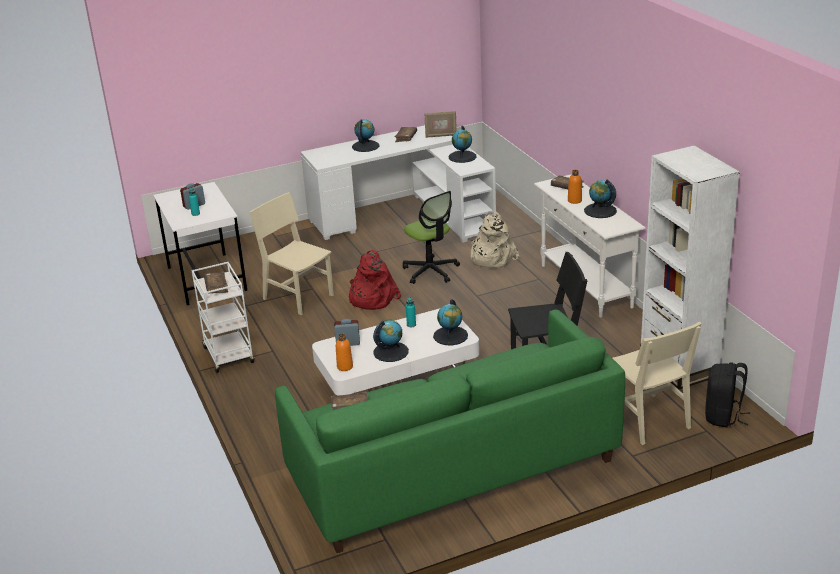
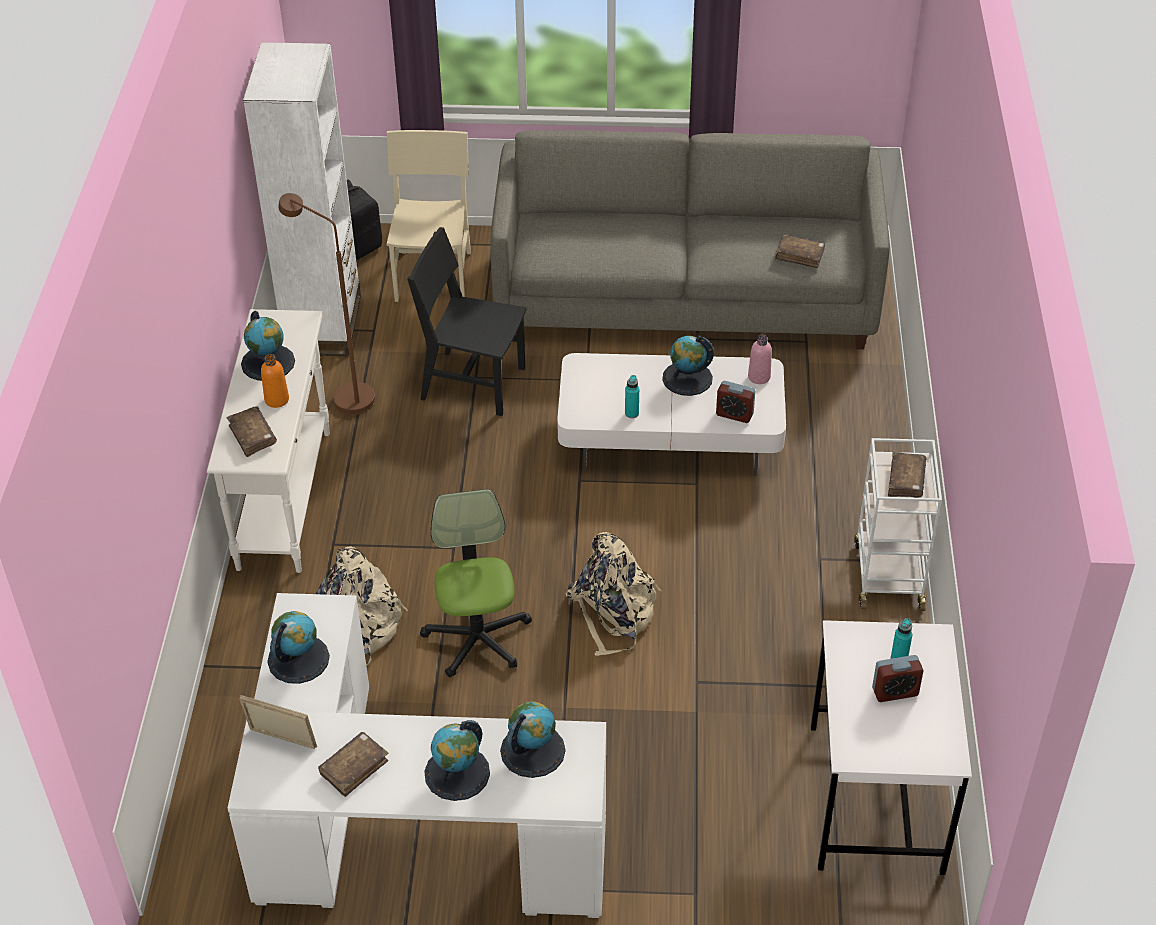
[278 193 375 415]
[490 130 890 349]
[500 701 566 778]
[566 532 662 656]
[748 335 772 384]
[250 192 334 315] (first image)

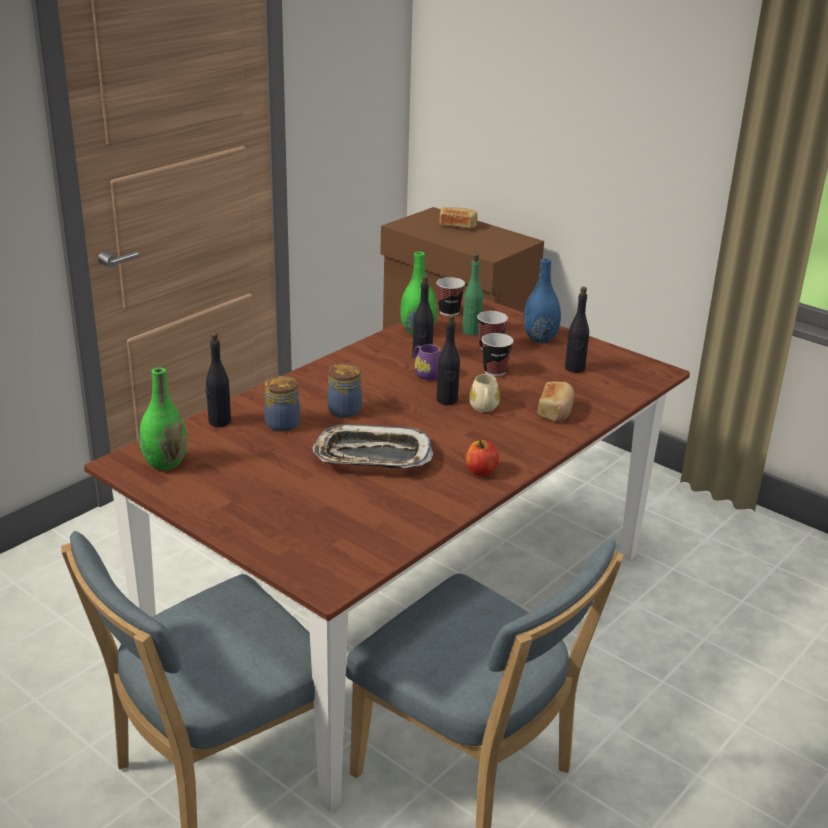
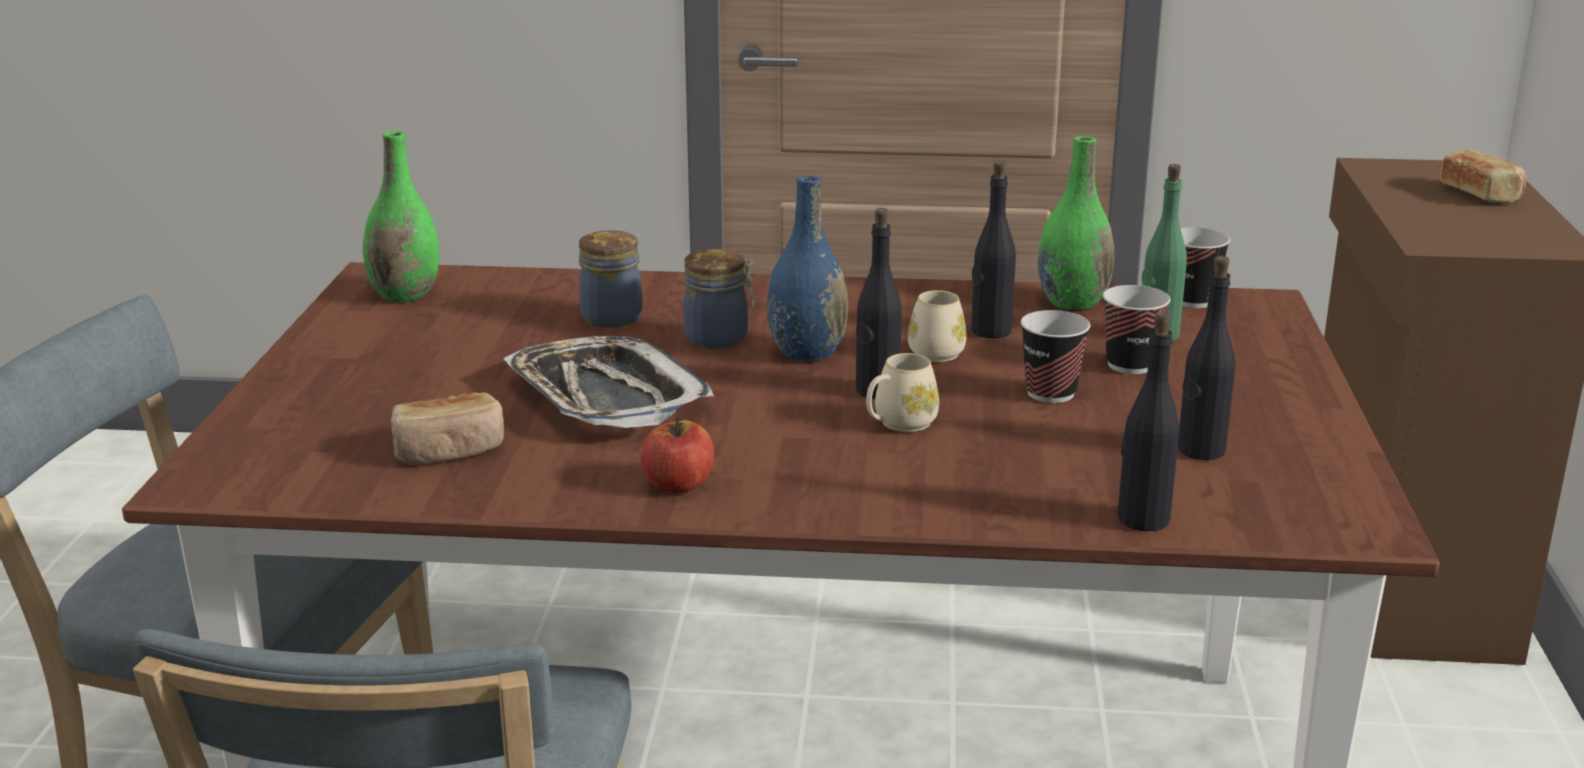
[391 392 504 464]
[767 176 848 361]
[908 290 966 362]
[1117 312 1179 531]

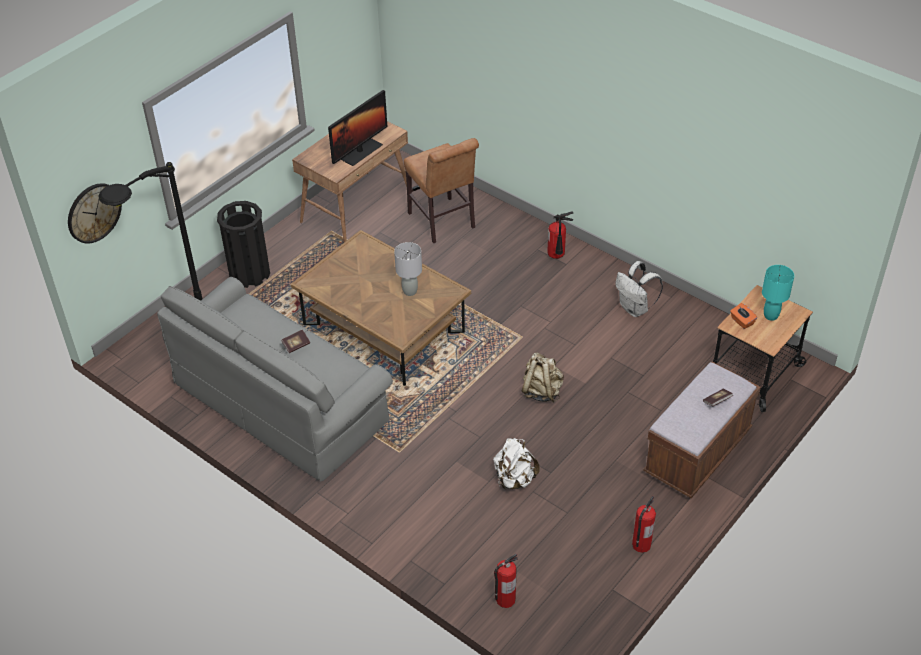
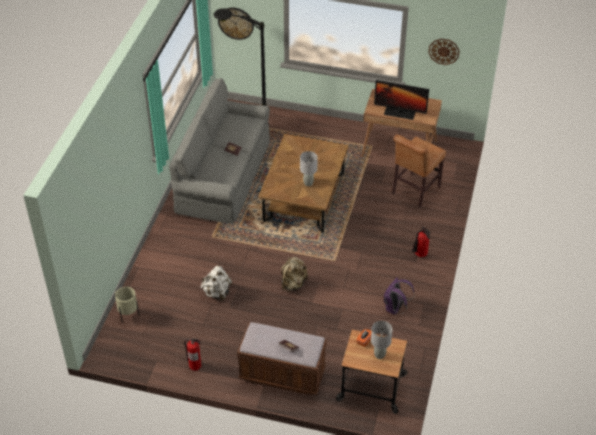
[115 287 140 322]
[371 321 393 359]
[384 277 415 314]
[428 39 460 65]
[217 201 270 288] (first image)

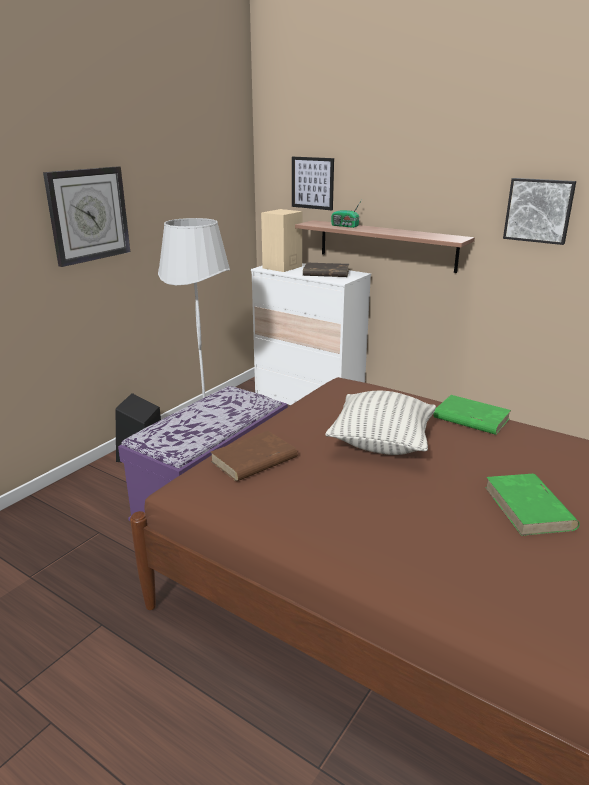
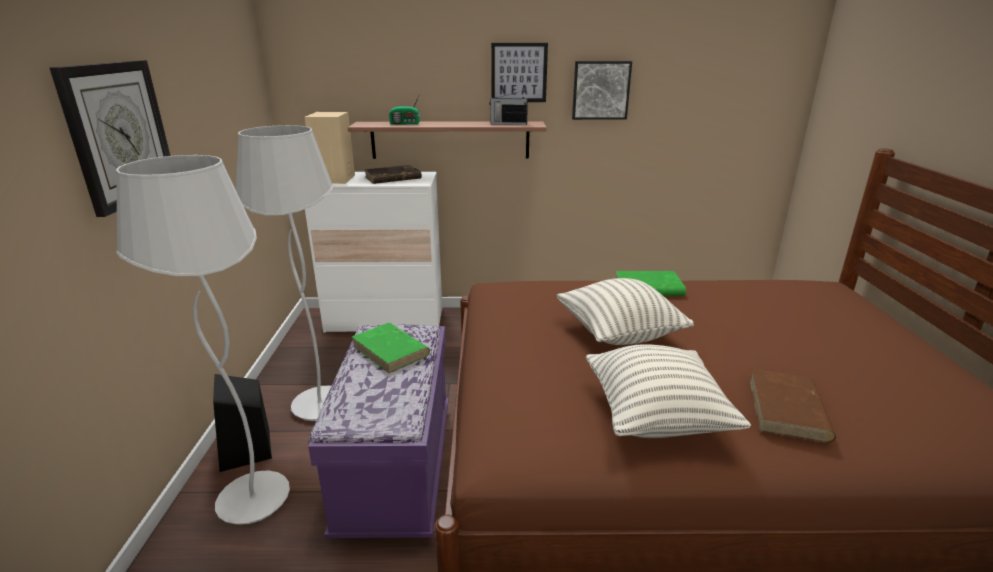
[116 155 290 525]
[352 323 430 373]
[489 91 528 125]
[491 43 548 102]
[586 344 751 438]
[749 369 836 443]

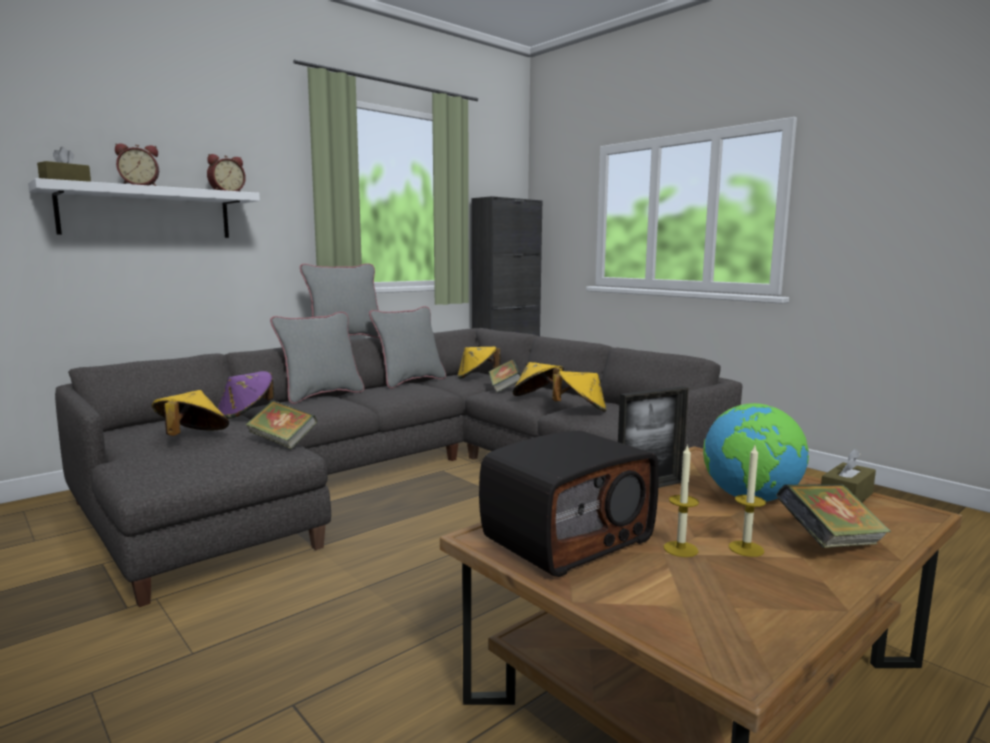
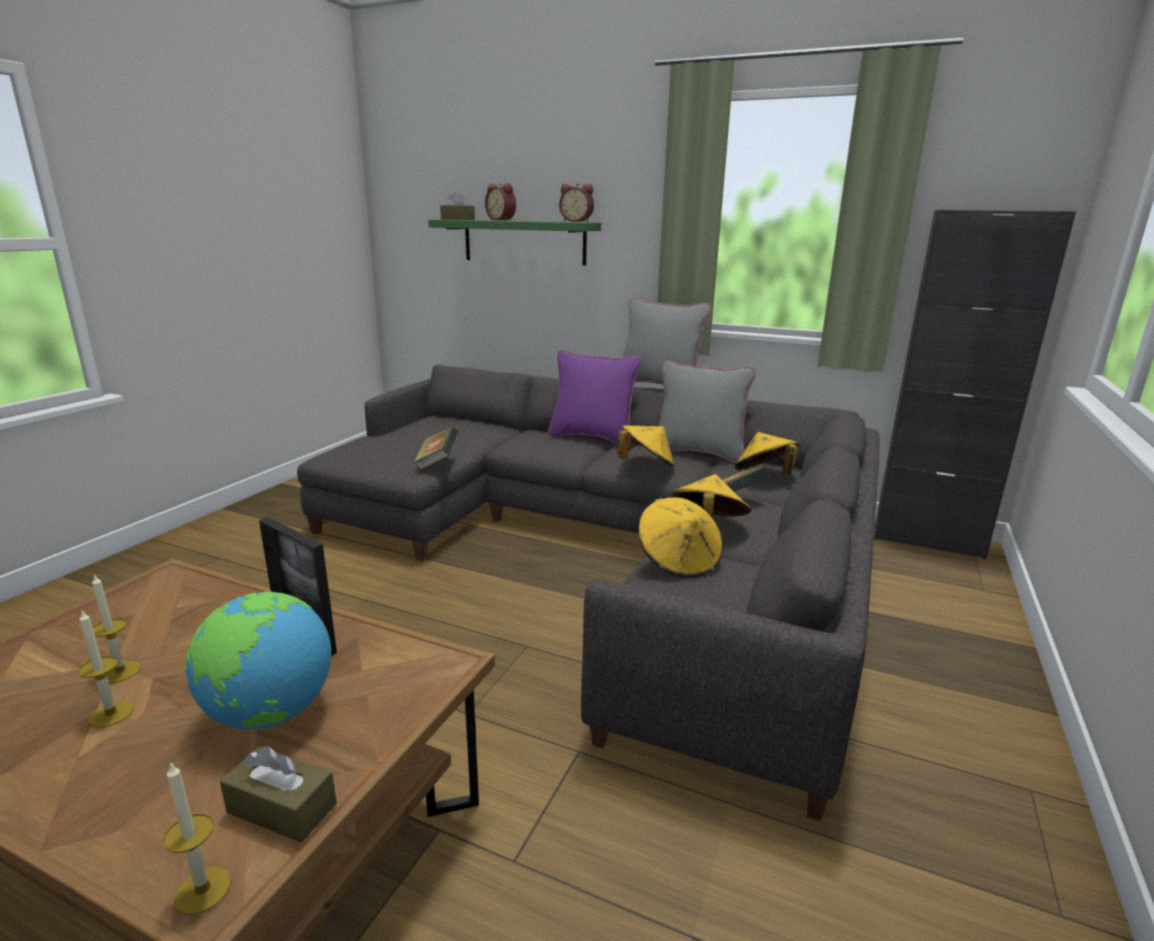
[163 761 231 915]
[428 220 601 266]
[548 350 641 445]
[618 425 674 467]
[218 371 274 419] (first image)
[479 431 659 577] (first image)
[776 484 891 548] (first image)

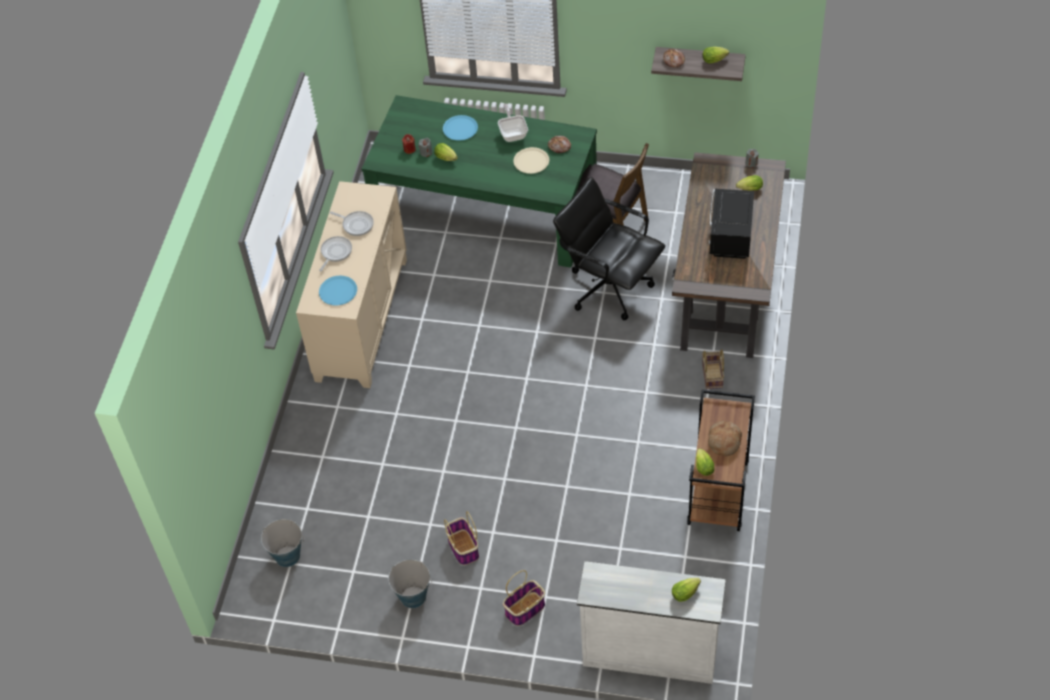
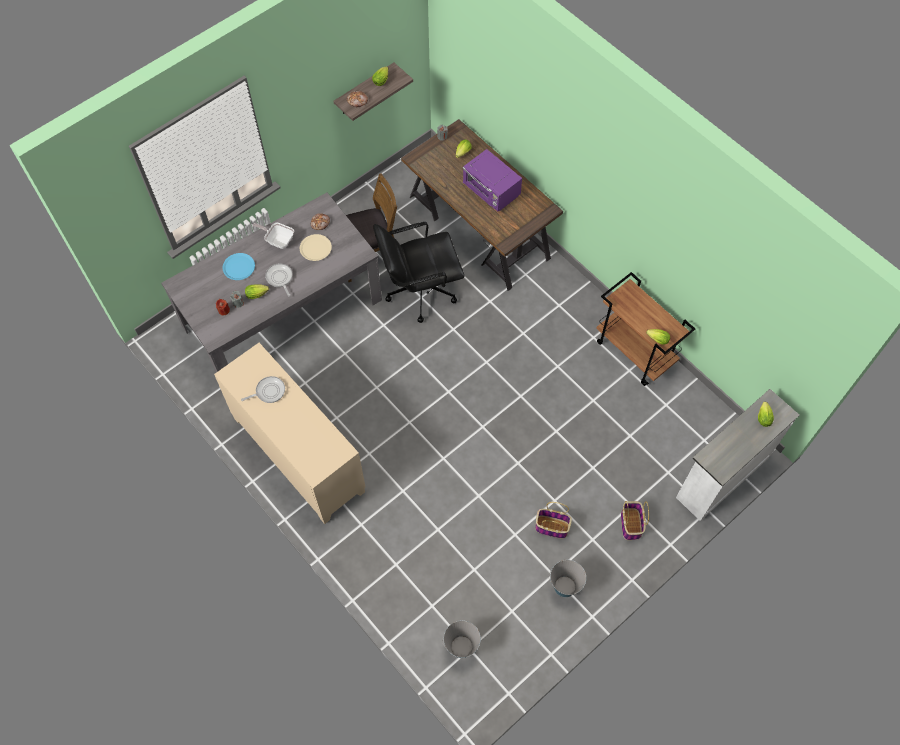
[161 192 382 372]
[265 264 293 297]
[463 149 522 212]
[319 276 357 305] (first image)
[702 349 724 389] (first image)
[708 421 742 456] (first image)

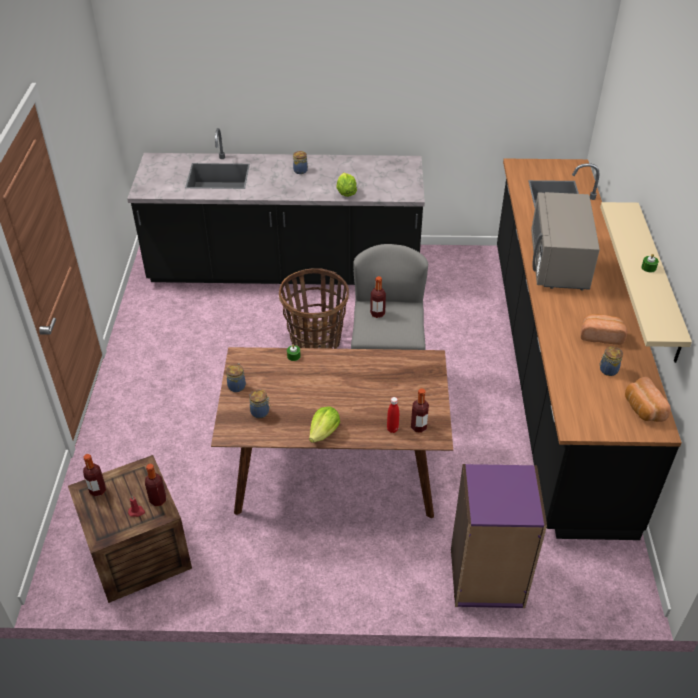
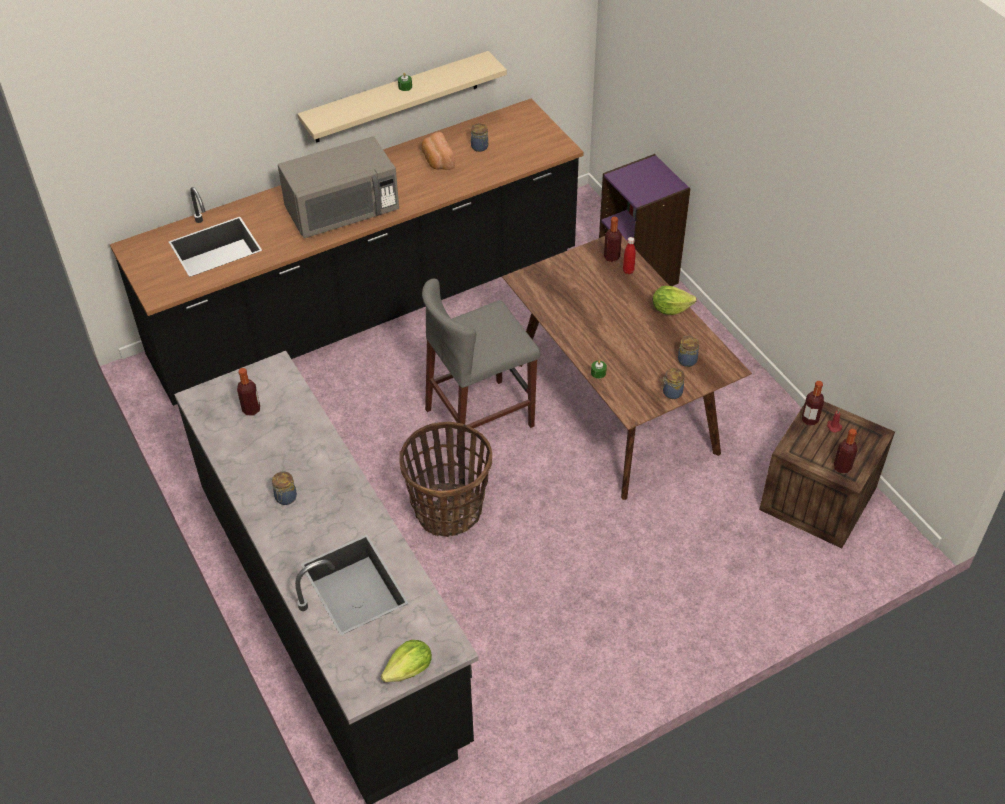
[237 368 260 416]
[381 640 432 682]
[625 377 671 422] (first image)

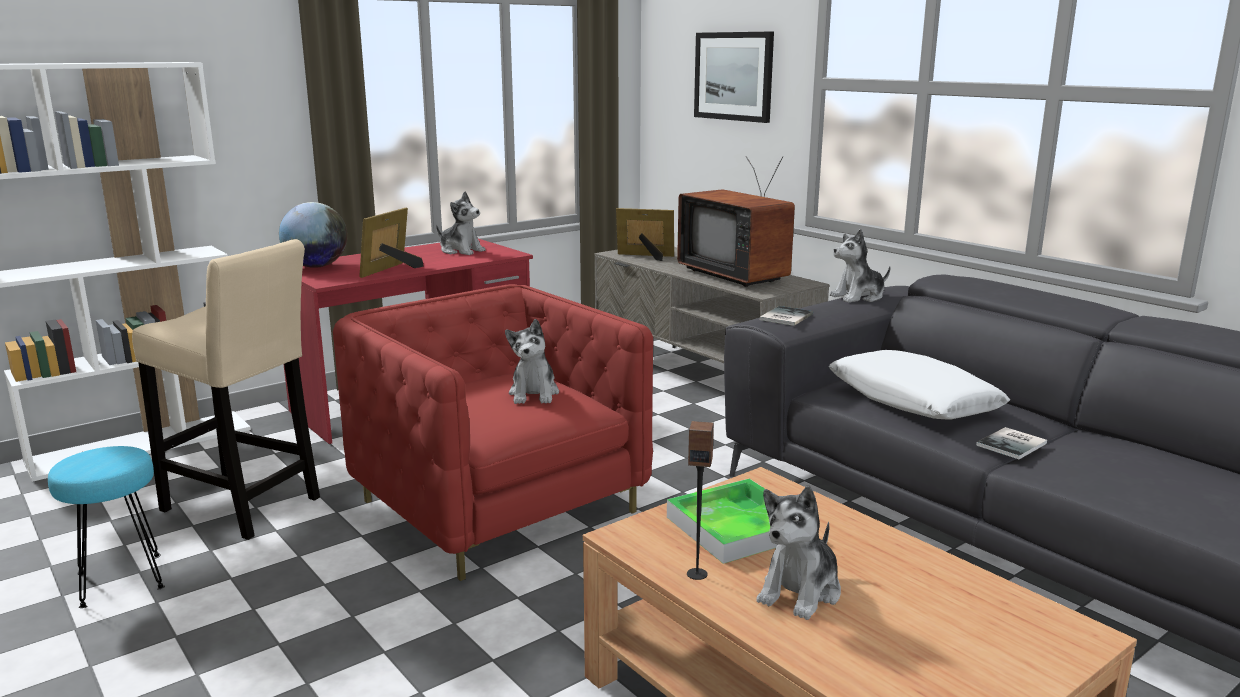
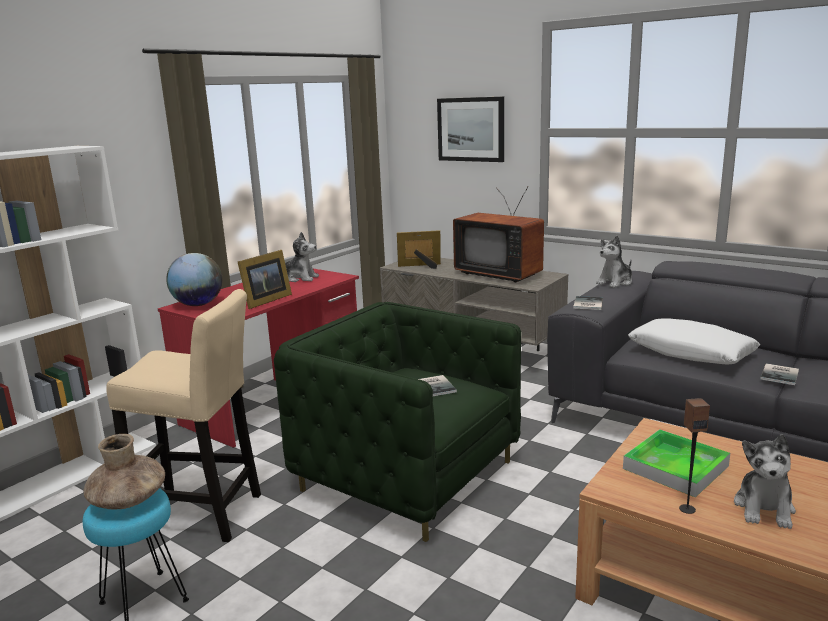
[83 434 165 510]
[238 250 292 309]
[274 302 521 542]
[419 375 457 396]

